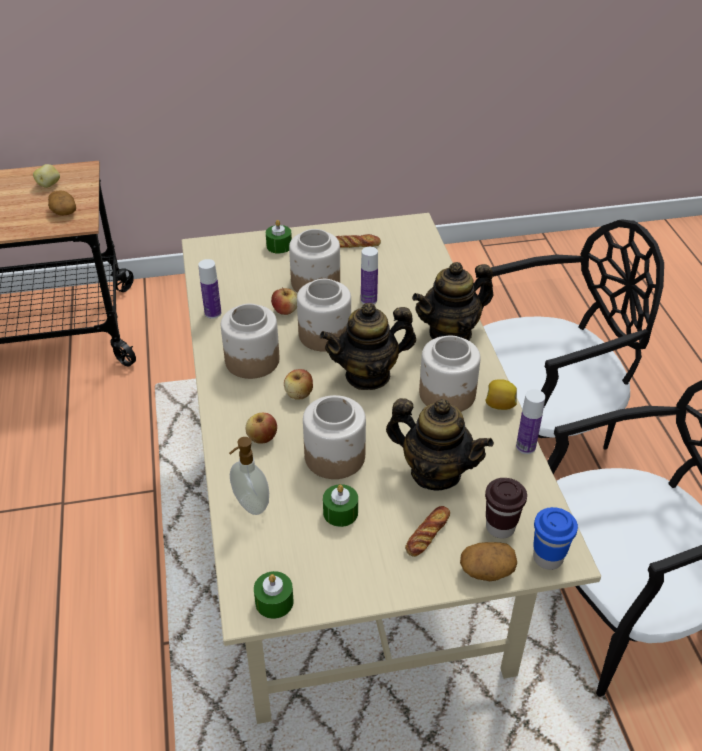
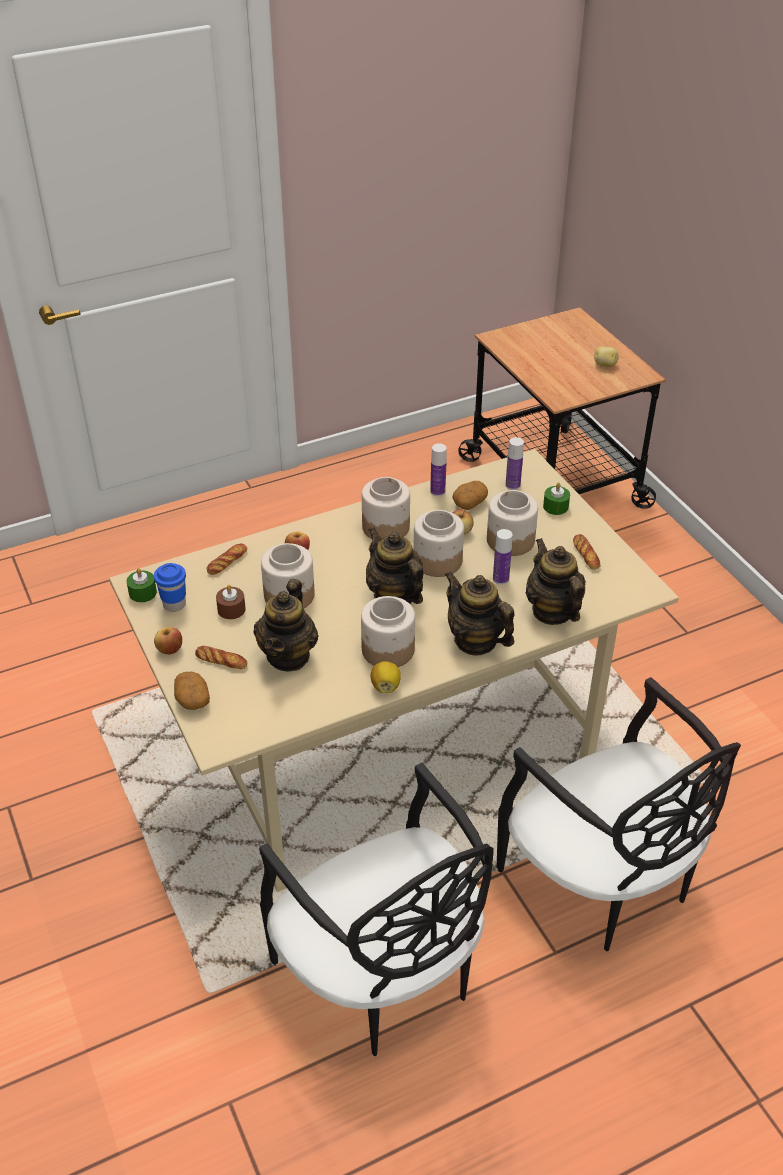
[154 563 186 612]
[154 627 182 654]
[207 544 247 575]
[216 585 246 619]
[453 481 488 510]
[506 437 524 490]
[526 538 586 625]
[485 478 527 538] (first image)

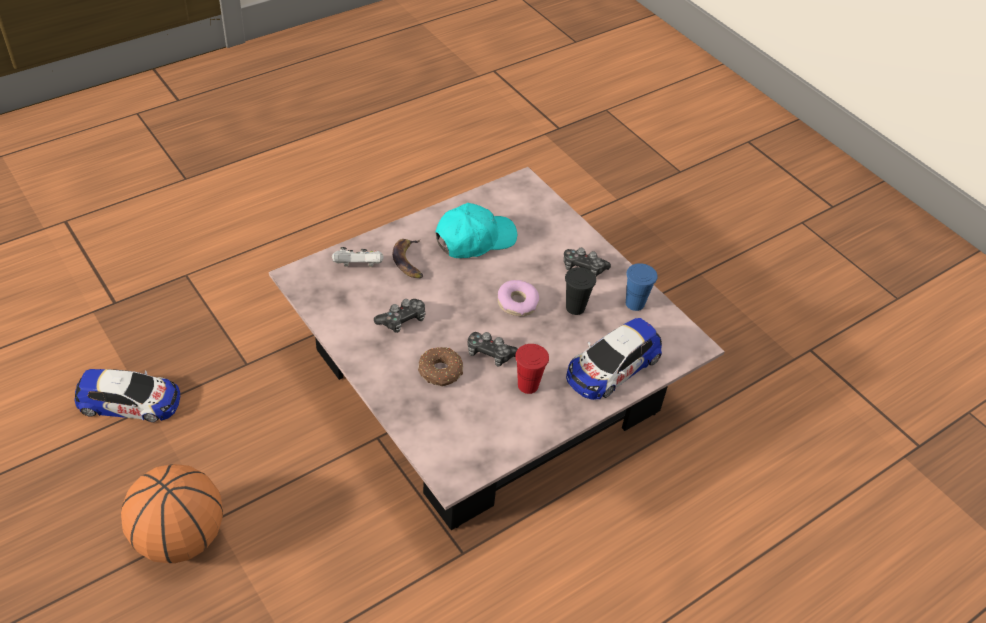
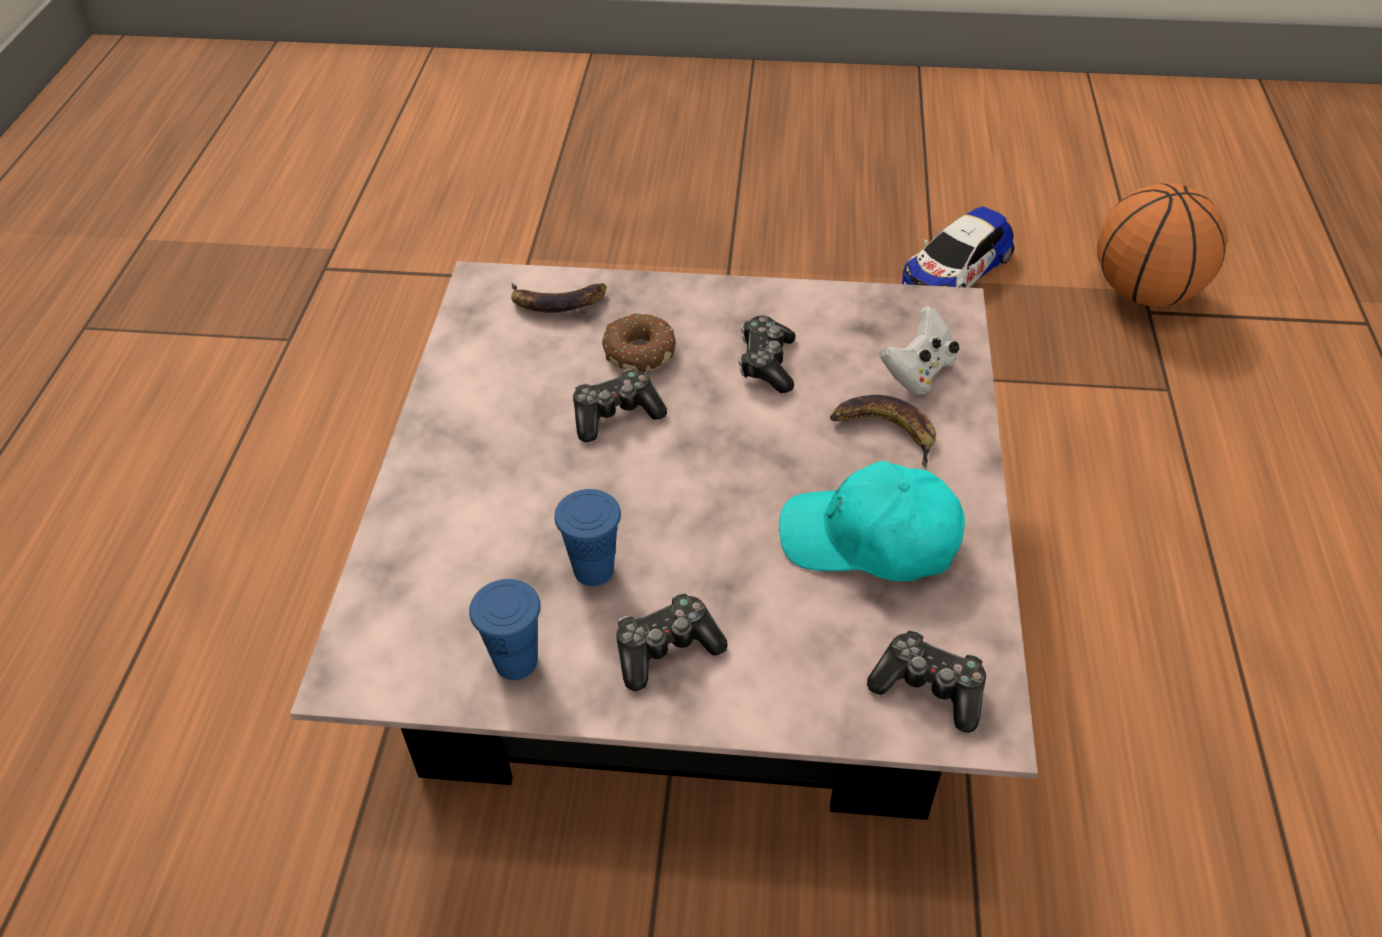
[511 283 606 313]
[554 489 621 586]
[779 461 965 581]
[867 630 986 733]
[1097 183 1227 306]
[498 280 539 316] (first image)
[515 344 549 394] (first image)
[566 318 662 400] (first image)

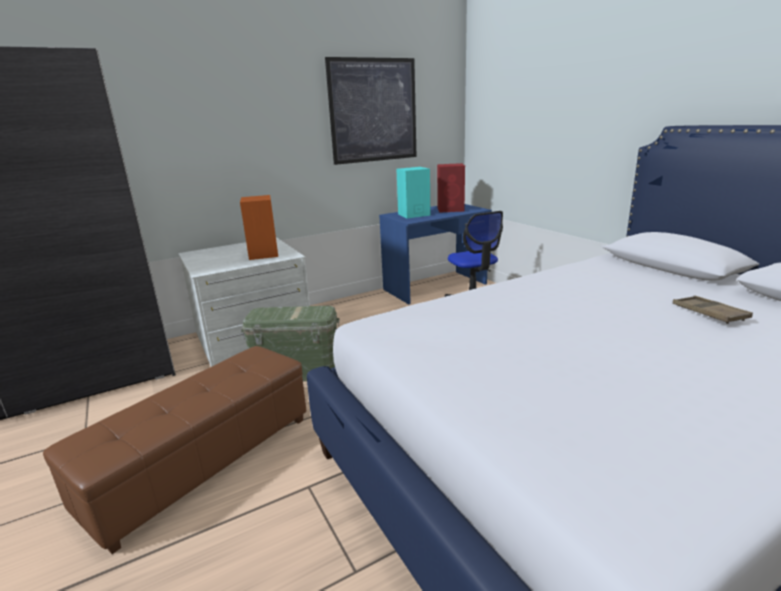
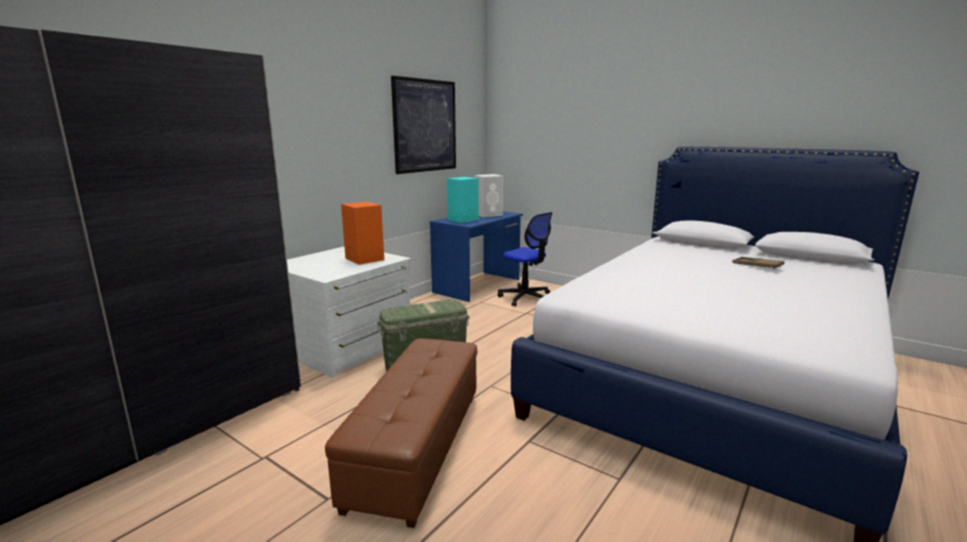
[475 174 503 217]

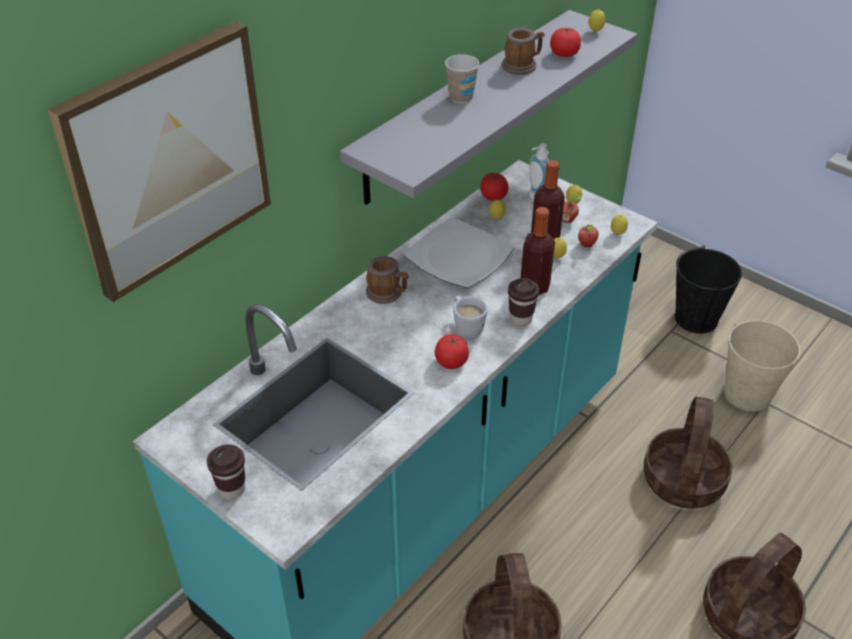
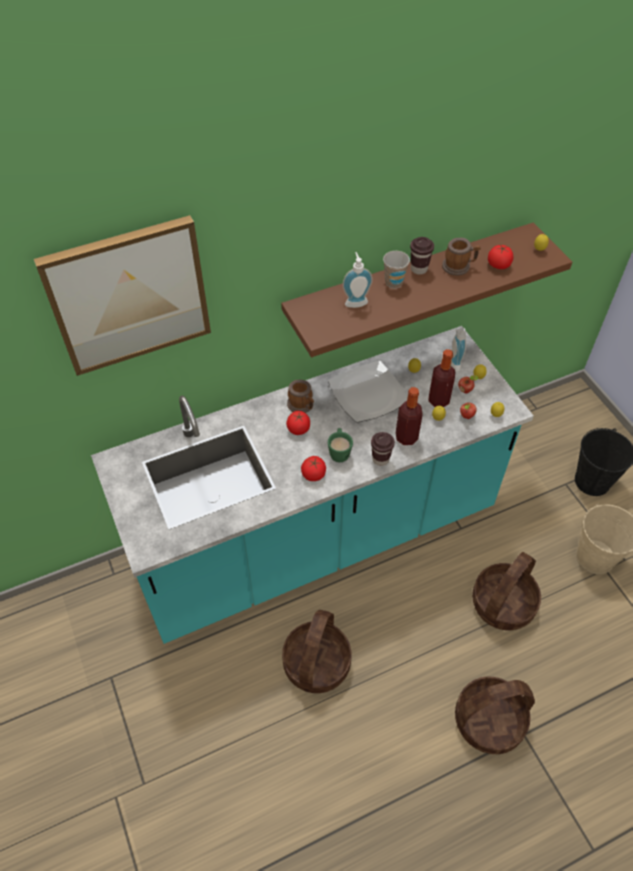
[281 222 572 357]
[286 411 310 435]
[328 428 353 462]
[342 252 373 308]
[410 237 434 275]

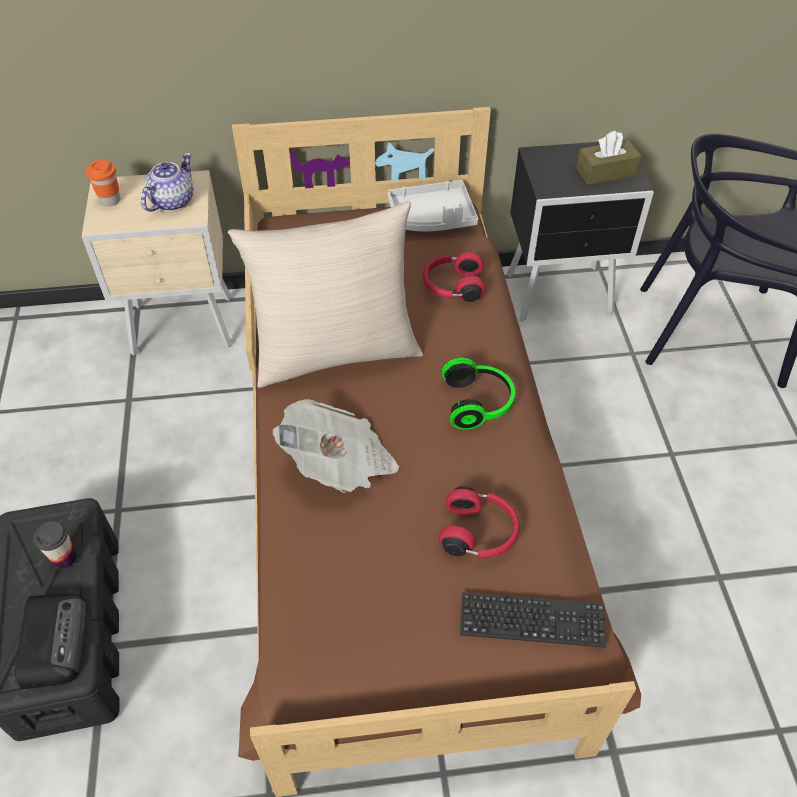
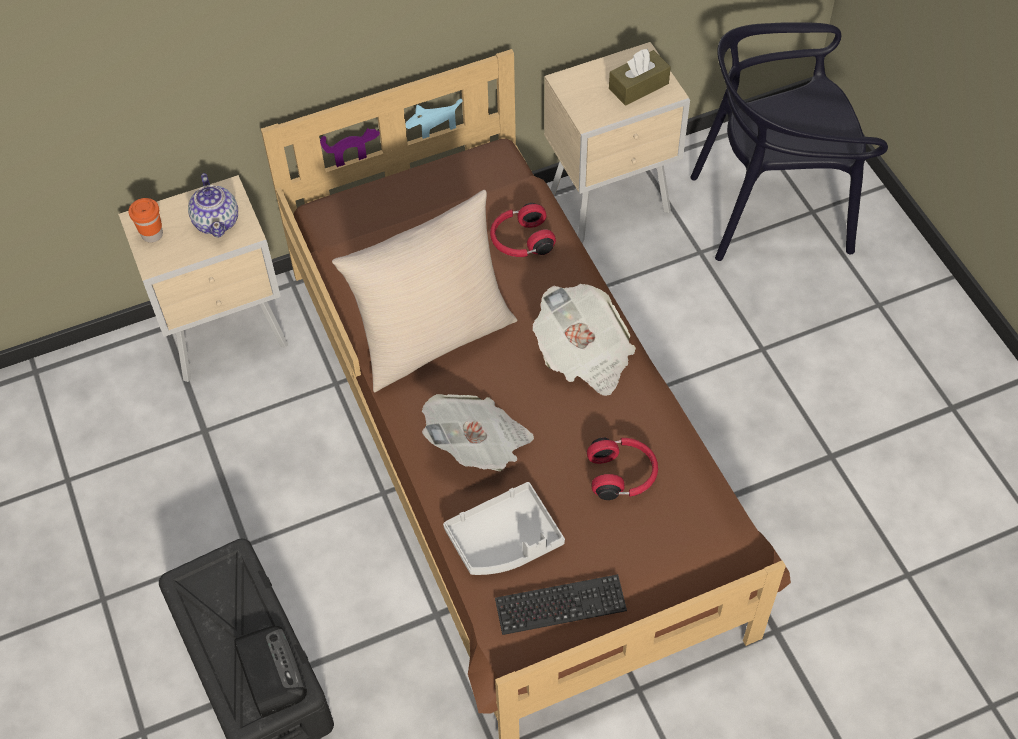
[188 173 238 238]
[443 482 565 575]
[495 574 627 635]
[533 284 636 396]
[544 42 690 243]
[33 521 77 569] (first image)

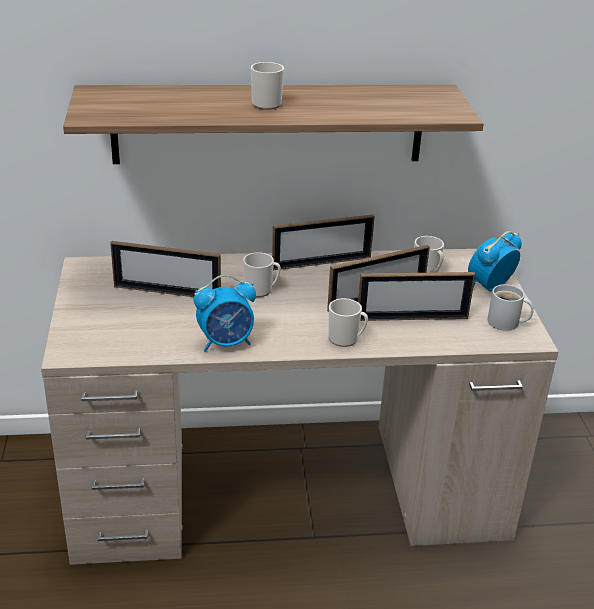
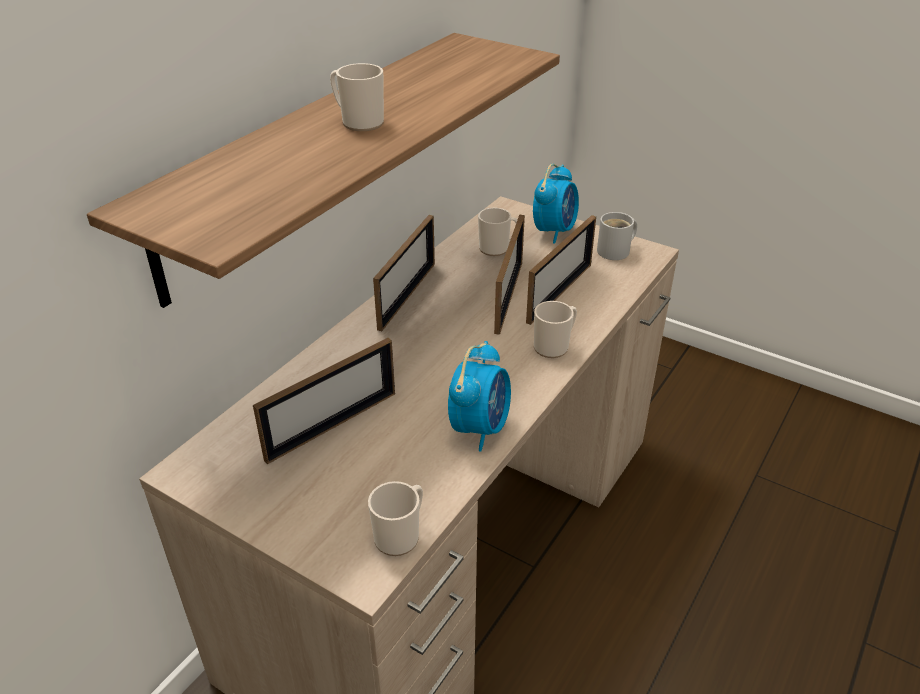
[368 481 423 556]
[533 164 579 244]

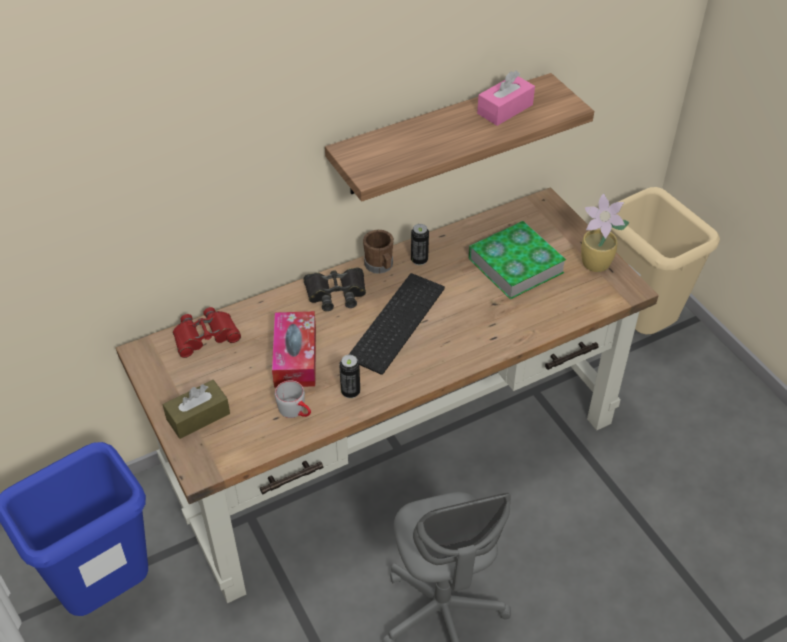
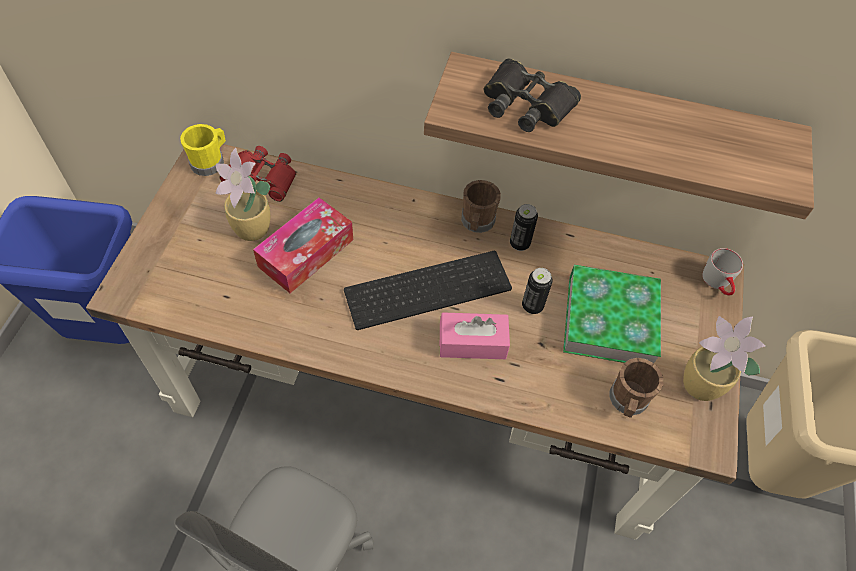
[180 124 226 176]
[215 148 270 241]
[440 312 510 359]
[484 59 581 132]
[522 268 553 314]
[609 358 663 418]
[702 248 743 296]
[163 380 230 439] (first image)

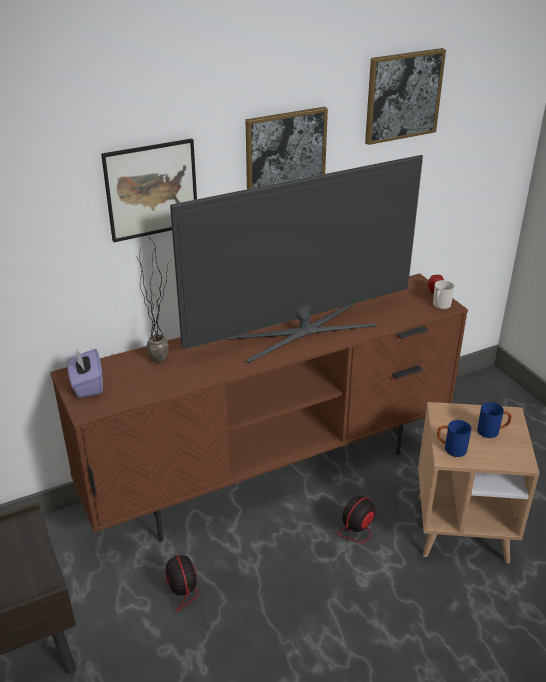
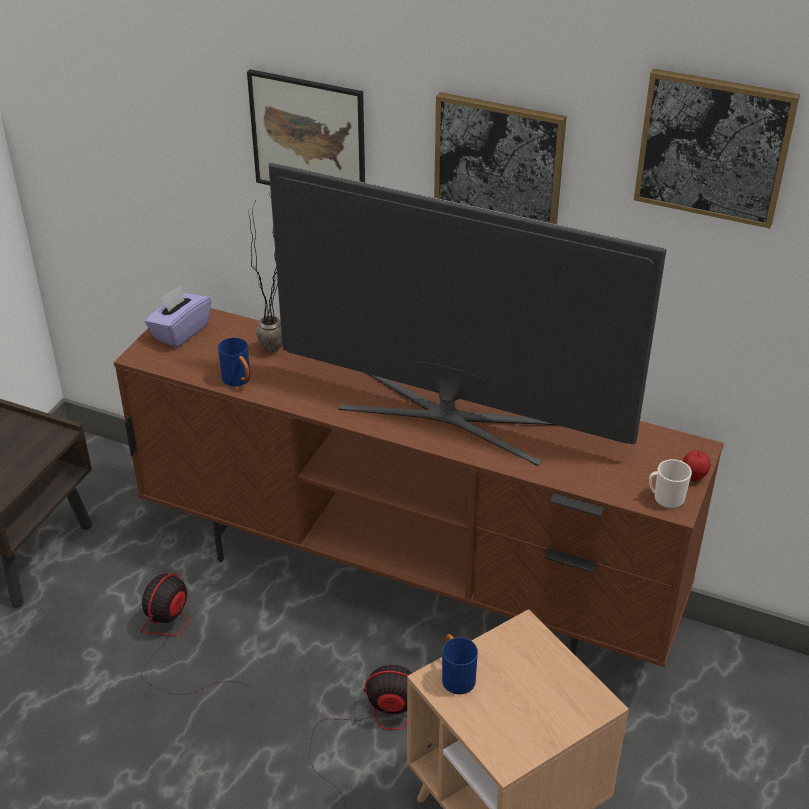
[218 338 250 387]

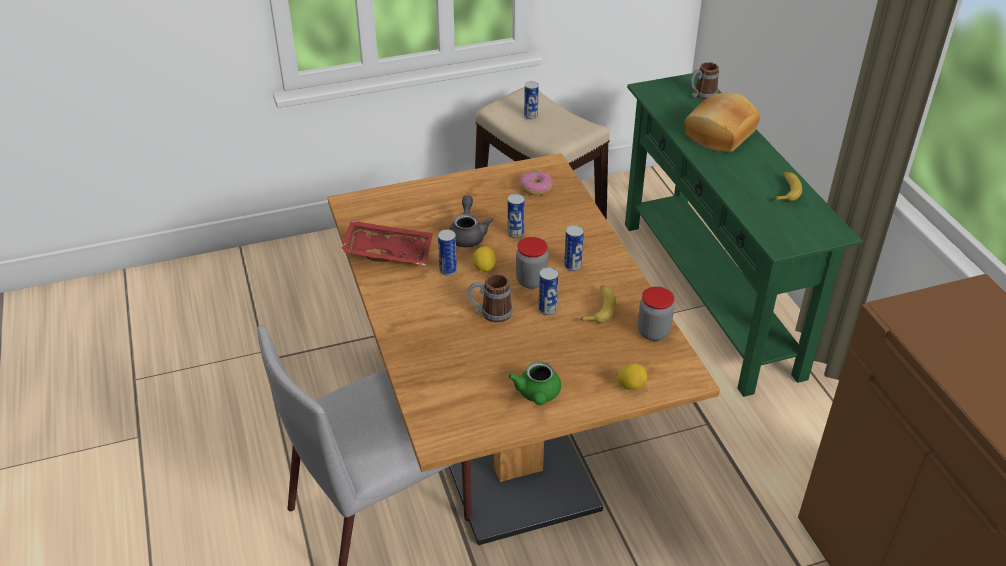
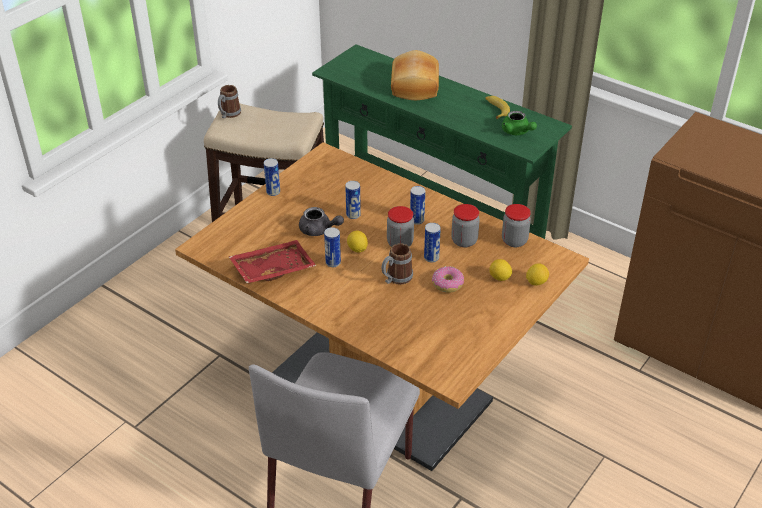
[218 85 241 118]
[264 158 280 196]
[299 207 344 236]
[432 266 464 293]
[451 204 480 248]
[489 259 512 281]
[502 111 537 135]

